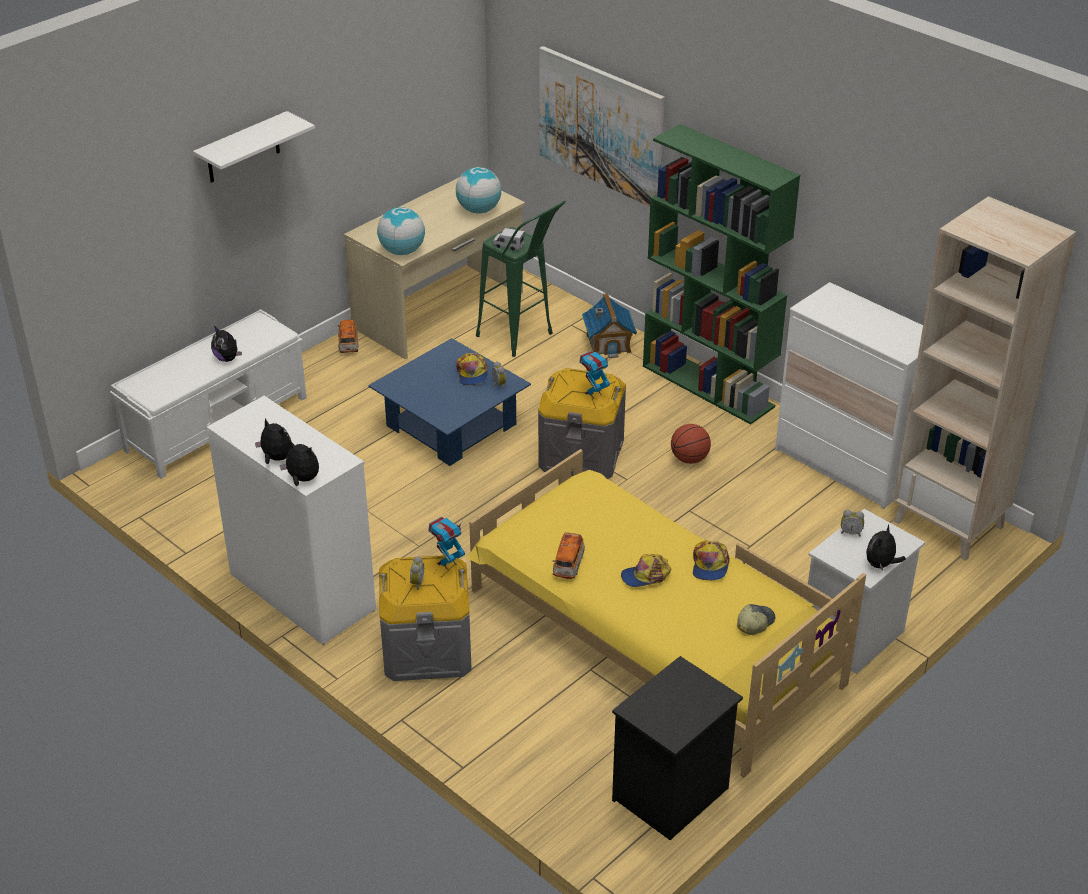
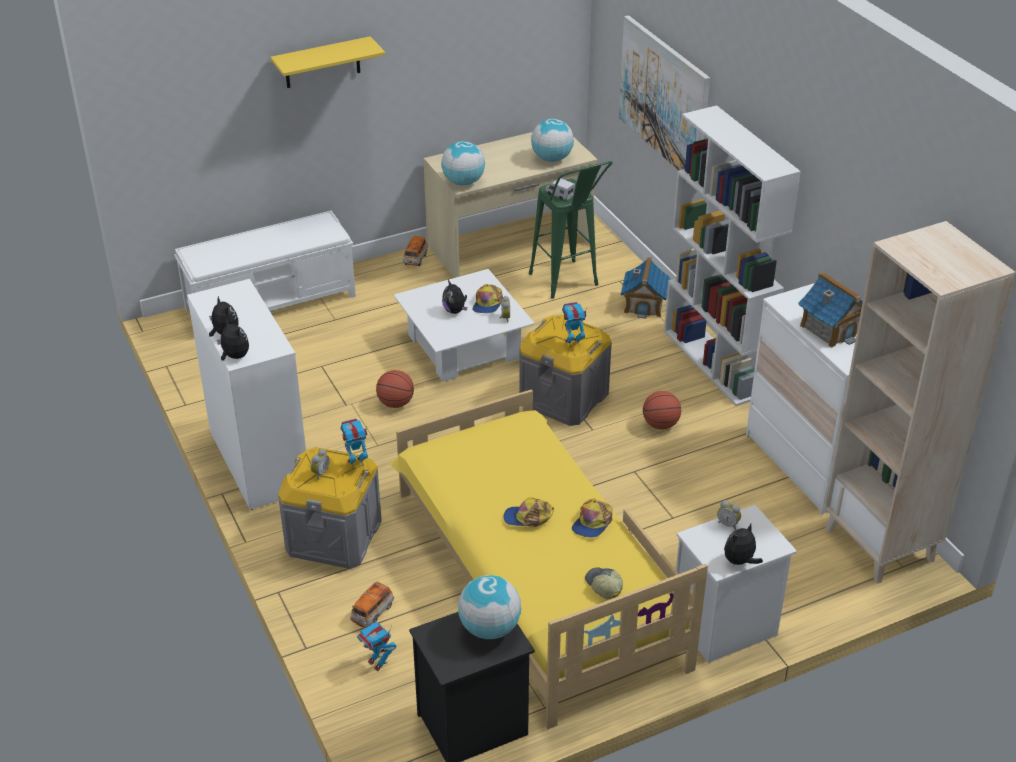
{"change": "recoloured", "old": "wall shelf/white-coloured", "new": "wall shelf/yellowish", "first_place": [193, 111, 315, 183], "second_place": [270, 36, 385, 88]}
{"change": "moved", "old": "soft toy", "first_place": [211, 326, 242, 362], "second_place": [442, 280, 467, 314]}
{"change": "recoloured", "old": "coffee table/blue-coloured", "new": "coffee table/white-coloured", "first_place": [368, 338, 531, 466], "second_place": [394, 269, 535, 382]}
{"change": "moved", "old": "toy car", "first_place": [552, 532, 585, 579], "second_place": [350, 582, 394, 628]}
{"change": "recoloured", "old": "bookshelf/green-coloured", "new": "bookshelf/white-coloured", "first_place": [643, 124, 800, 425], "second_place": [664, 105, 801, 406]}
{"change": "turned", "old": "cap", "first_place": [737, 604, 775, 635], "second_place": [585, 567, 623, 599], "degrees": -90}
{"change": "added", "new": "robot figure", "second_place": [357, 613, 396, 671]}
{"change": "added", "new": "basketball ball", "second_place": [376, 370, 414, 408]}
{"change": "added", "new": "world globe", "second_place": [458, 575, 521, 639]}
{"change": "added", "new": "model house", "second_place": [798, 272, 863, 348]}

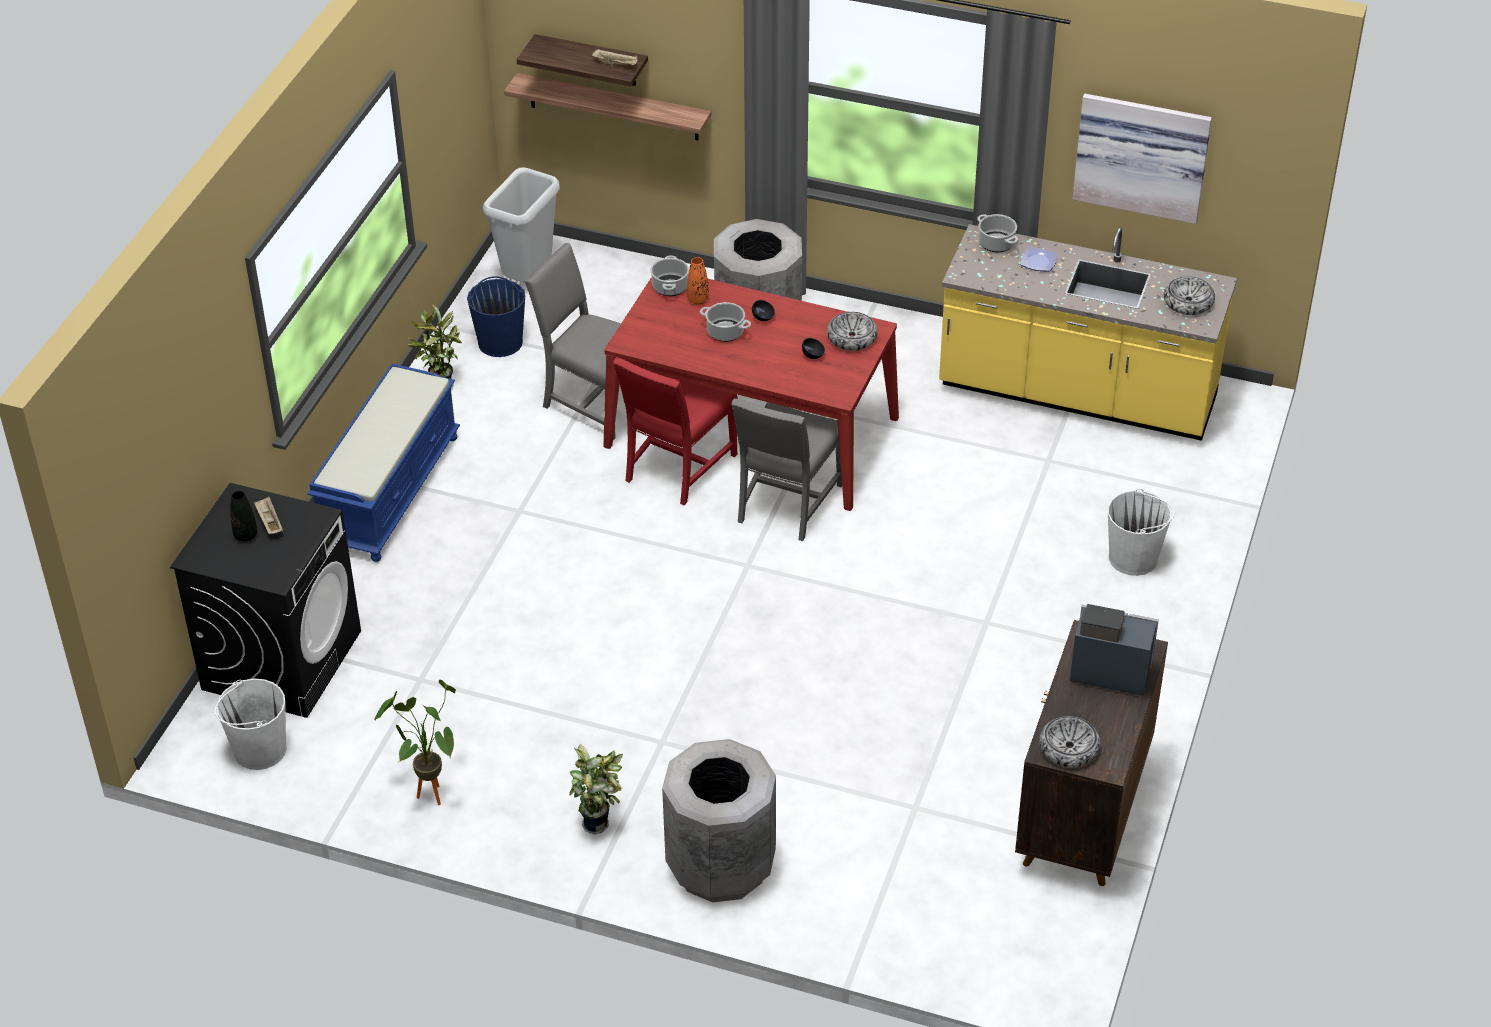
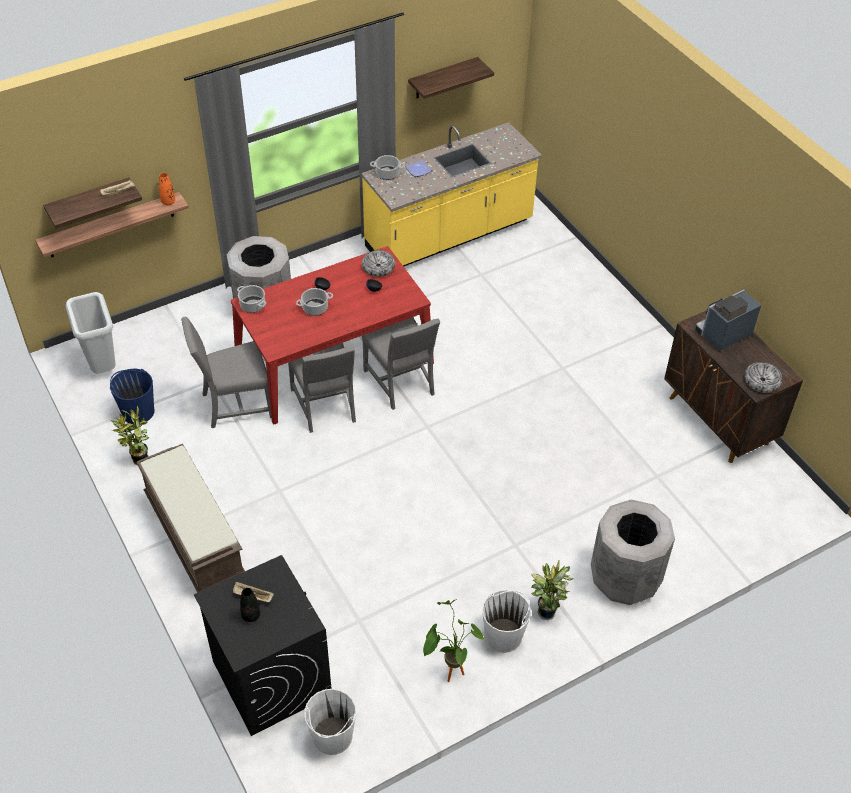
{"change": "recoloured", "old": "bench/blue-coloured", "new": "bench/brownish", "first_place": [308, 363, 460, 562], "second_place": [136, 444, 245, 593]}
{"change": "recoloured", "old": "plain chair/reddish", "new": "plain chair/greyish", "first_place": [613, 357, 737, 505], "second_place": [288, 343, 356, 433]}
{"change": "moved", "old": "vase/orange-coloured", "first_place": [687, 257, 709, 304], "second_place": [159, 173, 175, 205]}
{"change": "replaced", "old": "picture", "new": "wall shelf", "first_place": [1073, 94, 1212, 224], "second_place": [408, 57, 494, 99]}
{"change": "moved", "old": "water bucket/white-coloured", "first_place": [1108, 488, 1175, 576], "second_place": [482, 590, 531, 653]}
{"change": "removed", "old": "serving bowl", "first_place": [1164, 276, 1215, 315]}

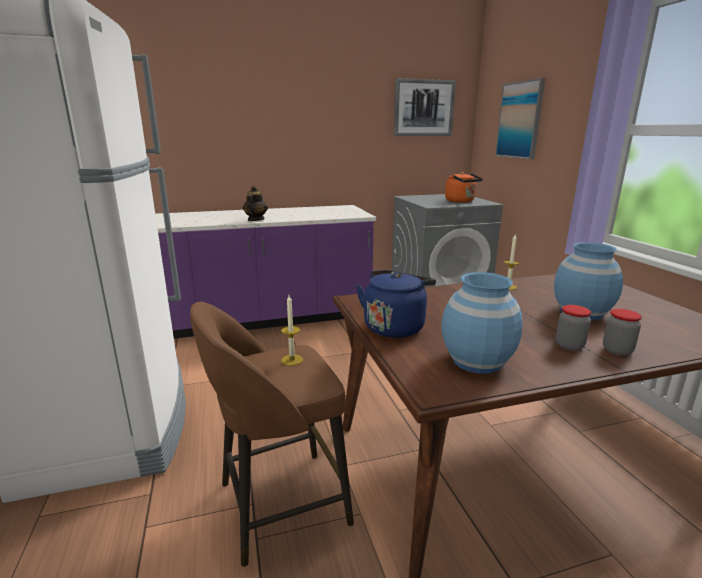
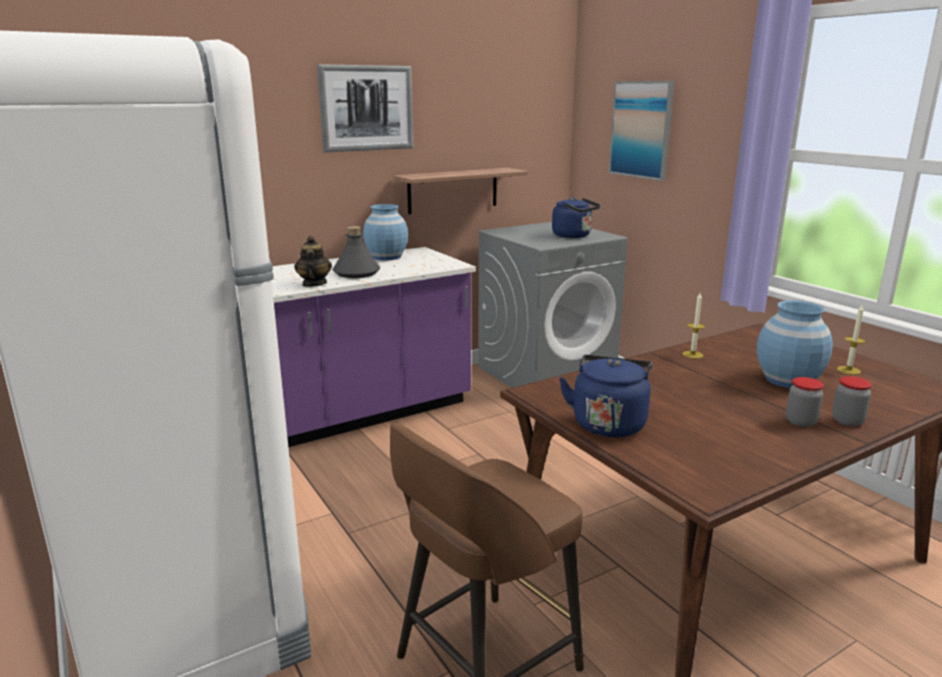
{"change": "moved", "old": "wax light", "first_place": [281, 295, 303, 366], "second_place": [837, 305, 865, 375]}
{"change": "moved", "old": "picture", "first_place": [394, 78, 456, 136], "second_place": [317, 64, 413, 152]}
{"change": "moved", "old": "vase/blue-coloured", "first_place": [441, 272, 522, 373], "second_place": [363, 204, 408, 260]}
{"change": "recoloured", "old": "tea kettle/orange-coloured", "new": "tea kettle/blue-coloured", "first_place": [445, 172, 483, 203], "second_place": [552, 197, 600, 238]}
{"change": "added", "new": "beverage bottle/greyish", "second_place": [332, 226, 380, 278]}
{"change": "added", "new": "wall shelf", "second_place": [394, 168, 528, 214]}

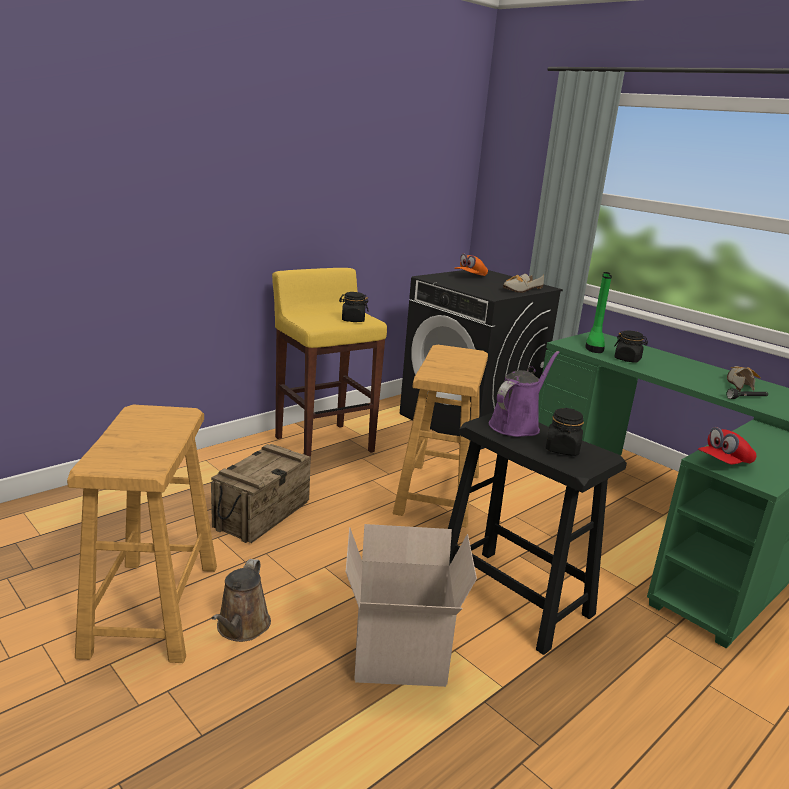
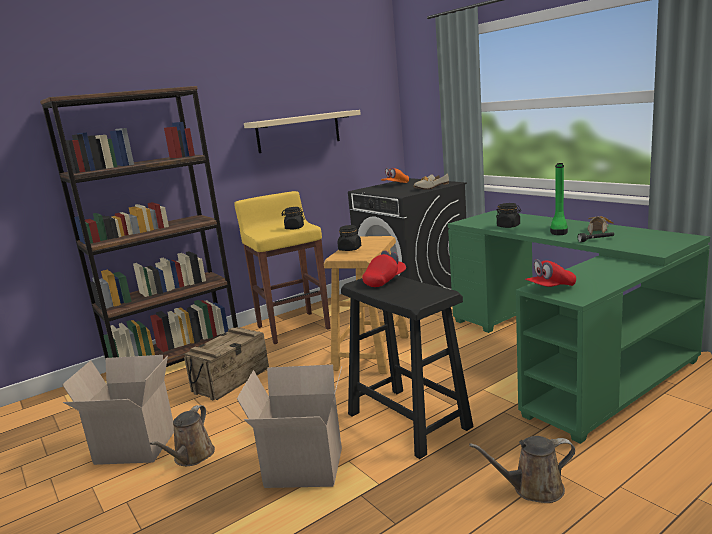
{"change": "replaced", "old": "stool/beige", "new": "packing box", "first_place": [67, 405, 217, 663], "second_place": [62, 355, 174, 465]}
{"change": "replaced", "old": "watering pot/purple", "new": "cap/reddish", "first_place": [489, 351, 560, 437], "second_place": [362, 250, 406, 287]}
{"change": "moved", "old": "preserve jar/blackish", "first_place": [546, 408, 584, 456], "second_place": [338, 225, 361, 251]}
{"change": "moved", "old": "tall boot/green-coloured", "first_place": [585, 272, 612, 353], "second_place": [550, 163, 568, 235]}
{"change": "added", "new": "bookshelf/brownish", "second_place": [40, 86, 238, 367]}
{"change": "added", "new": "wall shelf/beige", "second_place": [244, 110, 361, 153]}
{"change": "added", "new": "watering pot/brownish", "second_place": [469, 436, 575, 503]}

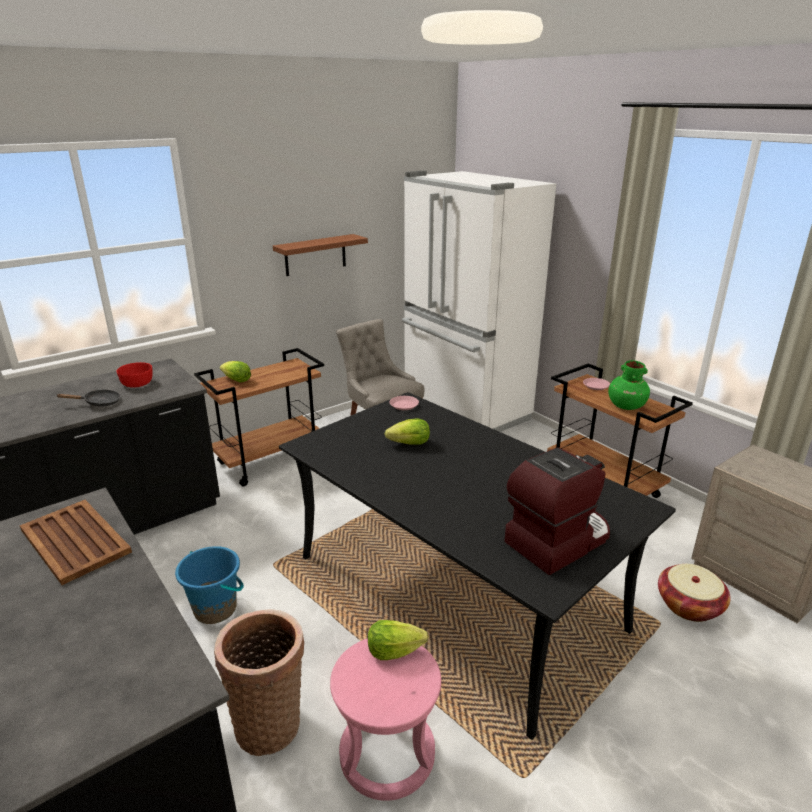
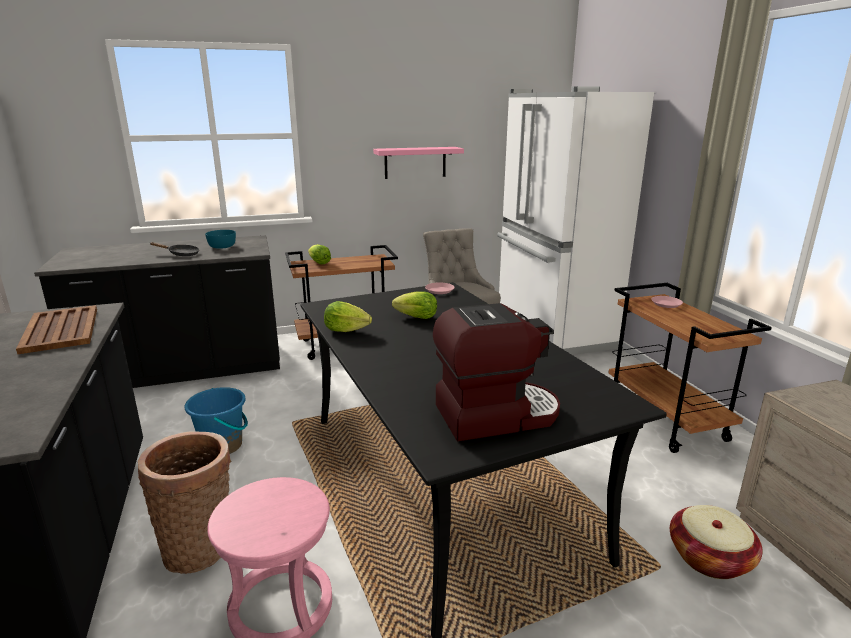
{"change": "recoloured", "old": "serving bowl/reddish", "new": "serving bowl/turquoise-coloured", "first_place": [116, 362, 152, 388], "second_place": [205, 230, 236, 249]}
{"change": "recoloured", "old": "wall shelf/brownish", "new": "wall shelf/pinkish", "first_place": [273, 234, 368, 276], "second_place": [373, 147, 464, 179]}
{"change": "moved", "old": "lettuce head", "first_place": [368, 620, 428, 660], "second_place": [324, 301, 372, 332]}
{"change": "removed", "old": "vase/green-coloured", "first_place": [608, 360, 650, 410]}

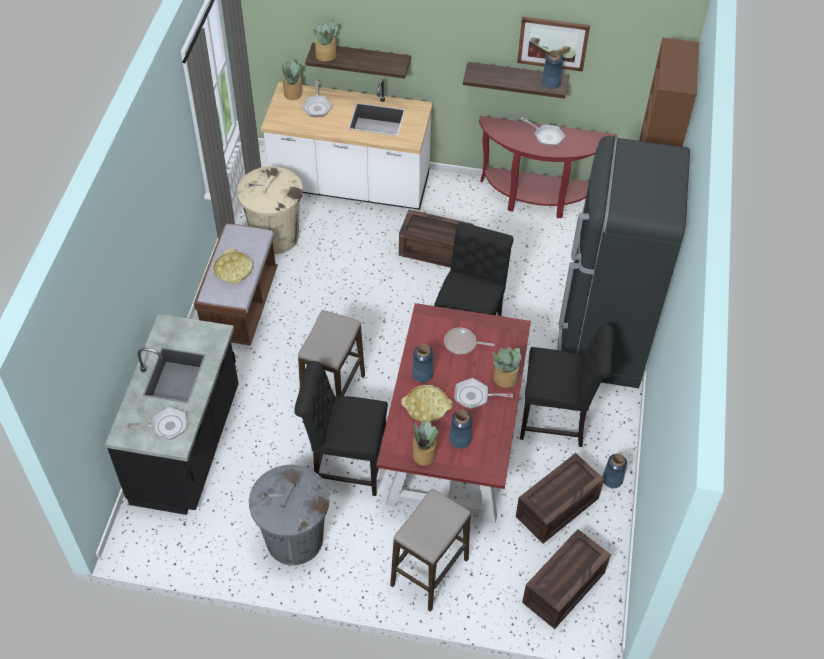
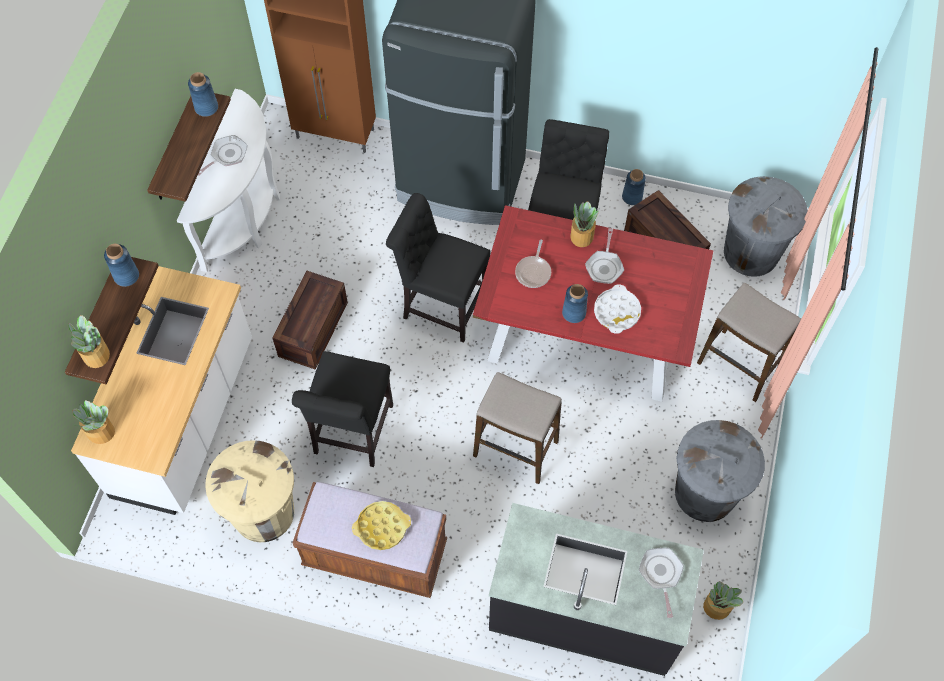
{"change": "moved", "old": "plain chair/blackish", "first_place": [294, 361, 388, 496], "second_place": [292, 351, 393, 467]}
{"change": "removed", "old": "pan", "first_place": [302, 81, 332, 117]}
{"change": "recoloured", "old": "serving tray/yellowish", "new": "serving tray/white-coloured", "first_place": [401, 385, 453, 422], "second_place": [594, 285, 641, 334]}
{"change": "moved", "old": "houseplant", "first_place": [413, 421, 439, 466], "second_place": [703, 581, 743, 620]}
{"change": "moved", "old": "vase/blue-coloured", "first_place": [449, 410, 472, 449], "second_place": [104, 244, 139, 287]}
{"change": "recoloured", "old": "narrow table/reddish", "new": "narrow table/white-coloured", "first_place": [479, 116, 616, 218], "second_place": [177, 89, 280, 272]}
{"change": "removed", "old": "picture", "first_place": [517, 16, 590, 72]}
{"change": "replaced", "old": "crate", "new": "rubbish bin/greyish", "first_place": [522, 529, 611, 629], "second_place": [724, 176, 808, 277]}

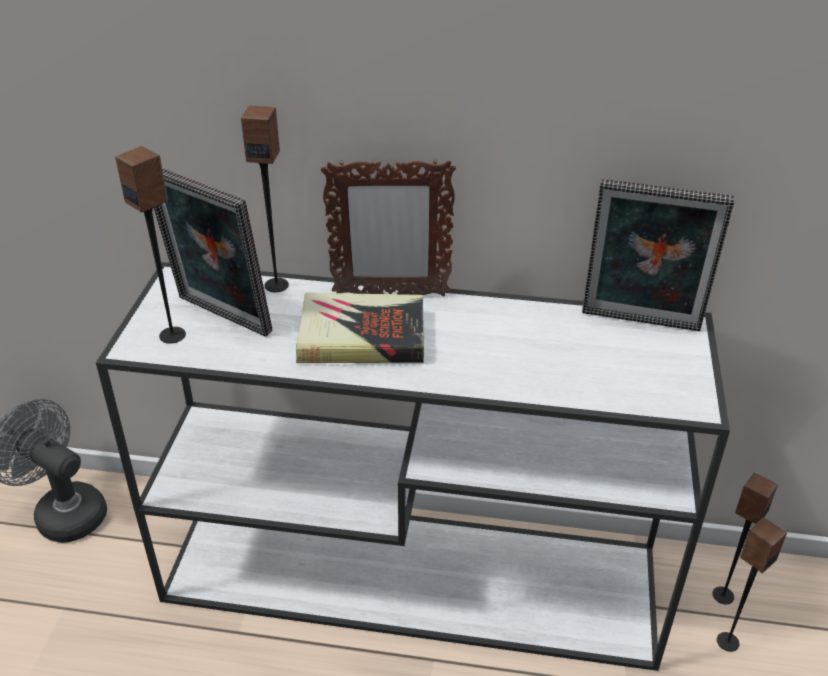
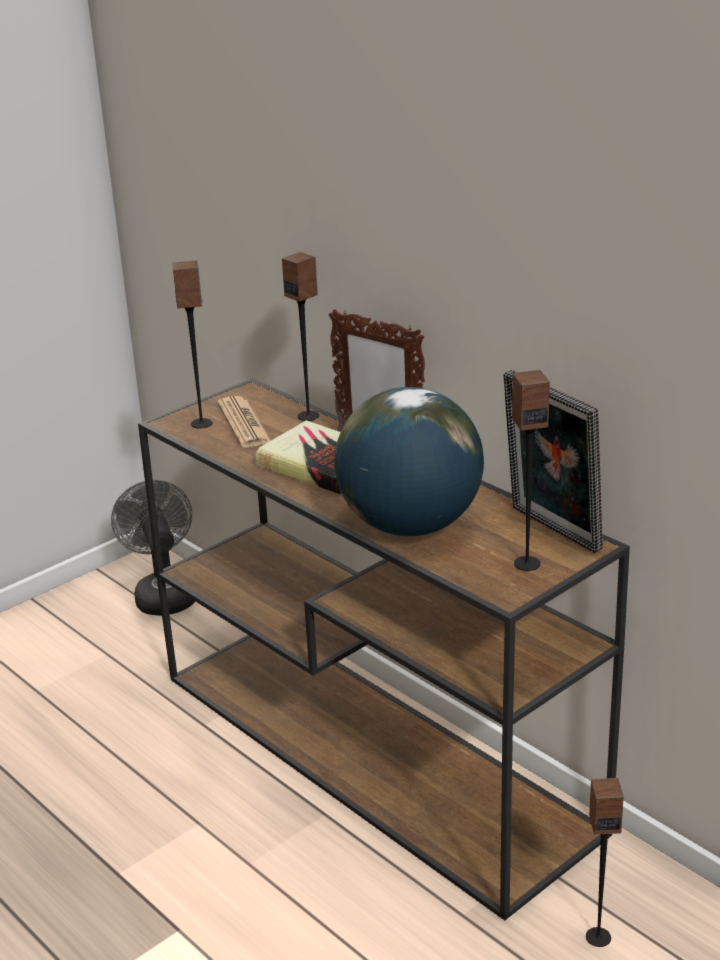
{"change": "recoloured", "old": "narrow table/white-coloured", "new": "narrow table/brownish", "first_place": [96, 262, 730, 671], "second_place": [138, 378, 630, 920]}
{"change": "replaced", "old": "picture frame", "new": "printed paper", "first_place": [154, 169, 273, 337], "second_place": [217, 396, 271, 447]}
{"change": "moved", "old": "audio speaker", "first_place": [713, 472, 778, 604], "second_place": [512, 370, 550, 571]}
{"change": "added", "new": "world globe", "second_place": [334, 387, 484, 536]}

